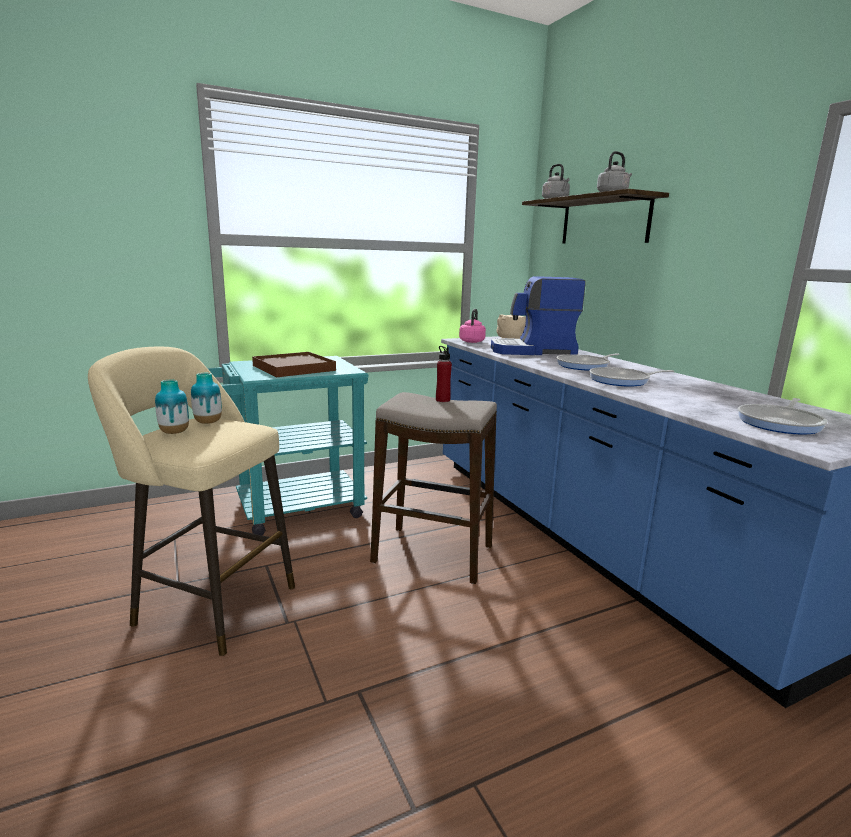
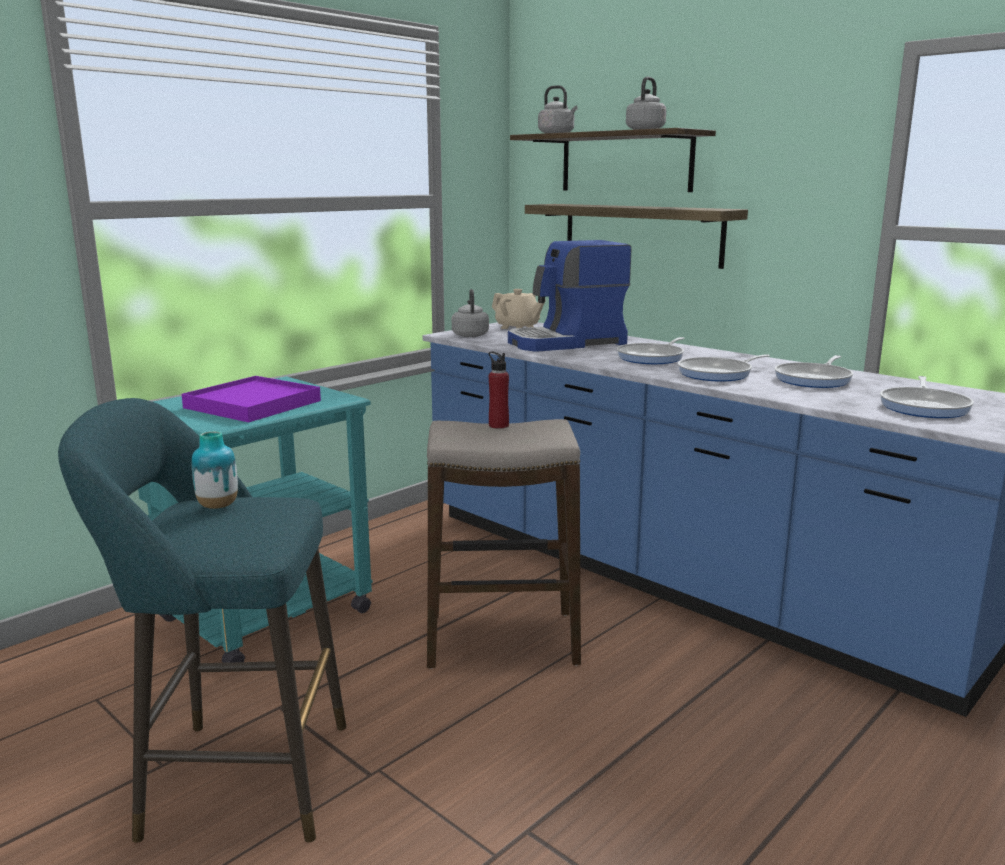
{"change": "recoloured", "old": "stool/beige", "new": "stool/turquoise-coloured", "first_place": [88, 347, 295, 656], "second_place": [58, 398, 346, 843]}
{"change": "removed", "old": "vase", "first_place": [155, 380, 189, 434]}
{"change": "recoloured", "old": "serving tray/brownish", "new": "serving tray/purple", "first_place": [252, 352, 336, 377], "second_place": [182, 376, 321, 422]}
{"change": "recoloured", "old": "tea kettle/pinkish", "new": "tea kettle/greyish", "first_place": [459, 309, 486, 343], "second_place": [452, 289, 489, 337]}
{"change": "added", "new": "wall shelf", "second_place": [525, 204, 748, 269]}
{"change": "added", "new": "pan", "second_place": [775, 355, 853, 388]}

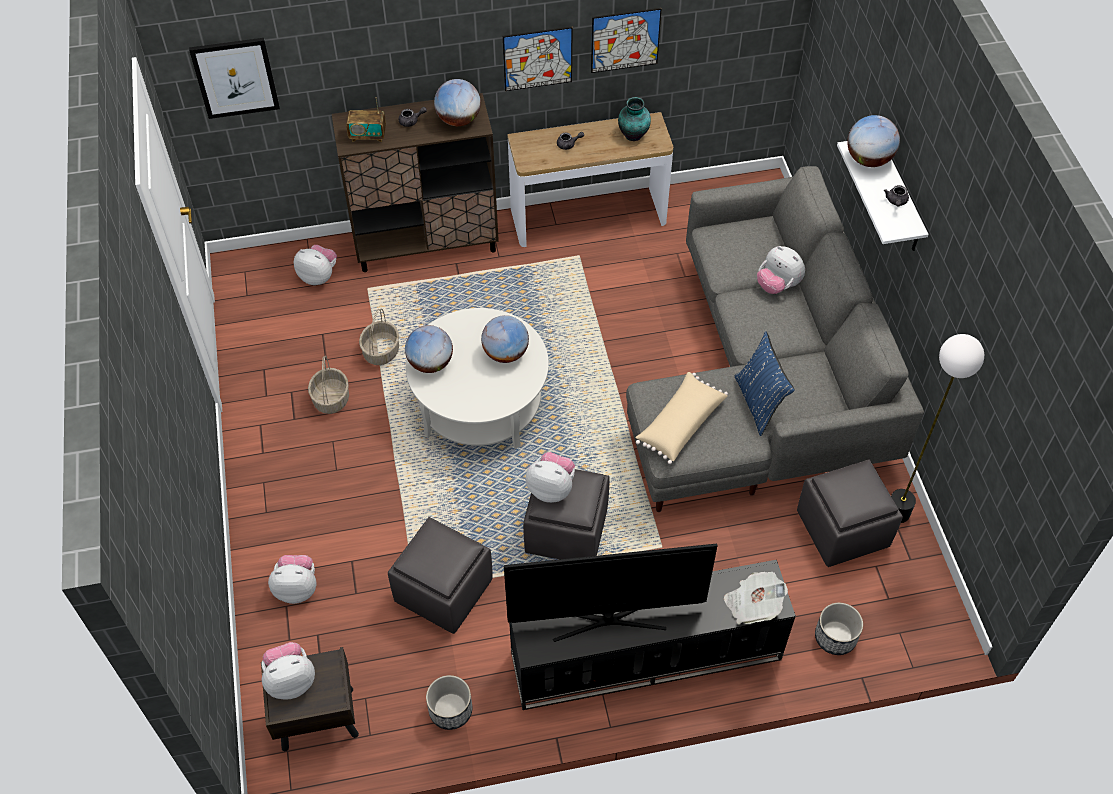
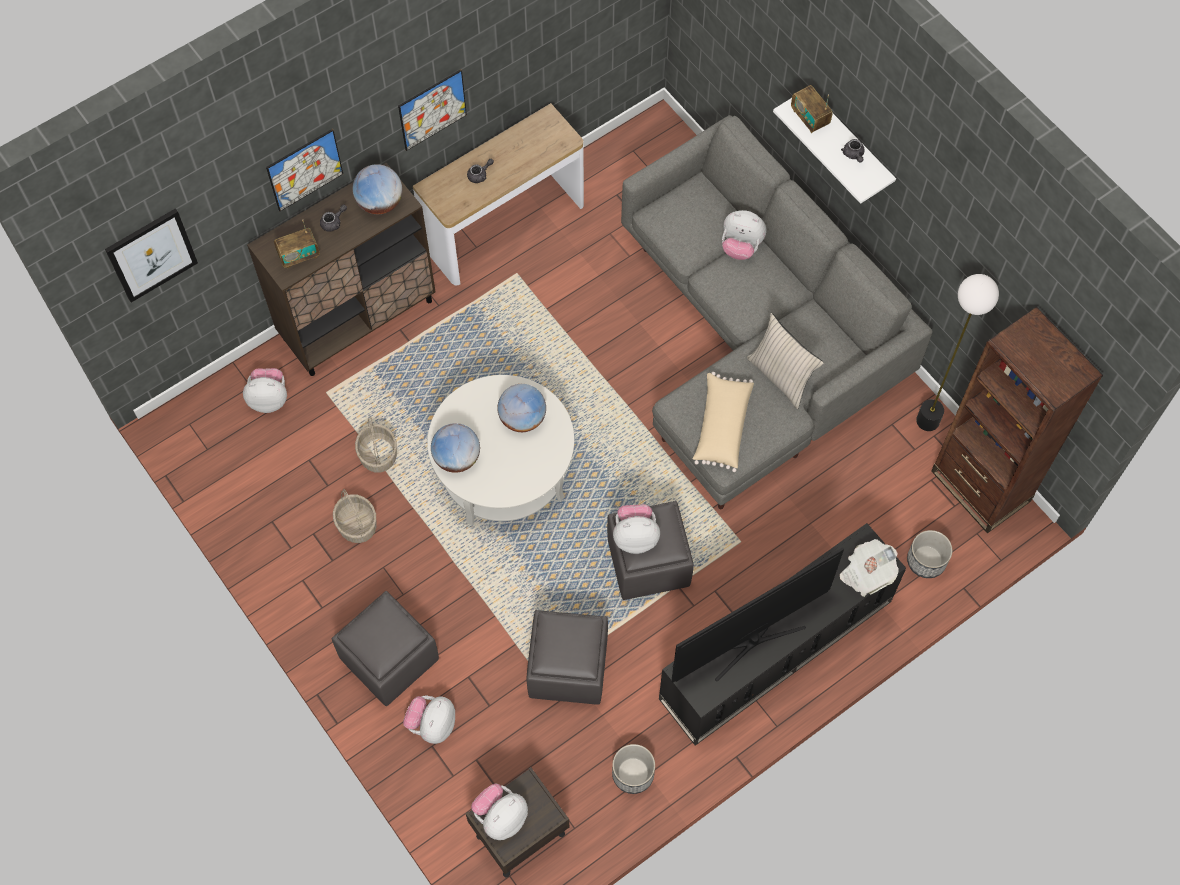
{"change": "turned", "old": "soft toy", "first_place": [268, 555, 316, 604], "second_place": [403, 695, 455, 744], "degrees": -45}
{"change": "moved", "old": "picture", "first_place": [591, 8, 661, 73], "second_place": [266, 129, 343, 211]}
{"change": "removed", "old": "vase", "first_place": [618, 97, 651, 141]}
{"change": "recoloured", "old": "cushion/blue-coloured", "new": "cushion/beige", "first_place": [734, 331, 795, 436], "second_place": [747, 313, 824, 409]}
{"change": "moved", "old": "footrest/greyish", "first_place": [797, 459, 903, 567], "second_place": [331, 591, 439, 706]}
{"change": "replaced", "old": "world globe", "new": "radio set", "first_place": [847, 115, 900, 167], "second_place": [791, 85, 832, 133]}
{"change": "added", "new": "bookshelf/brownish", "second_place": [931, 307, 1103, 533]}

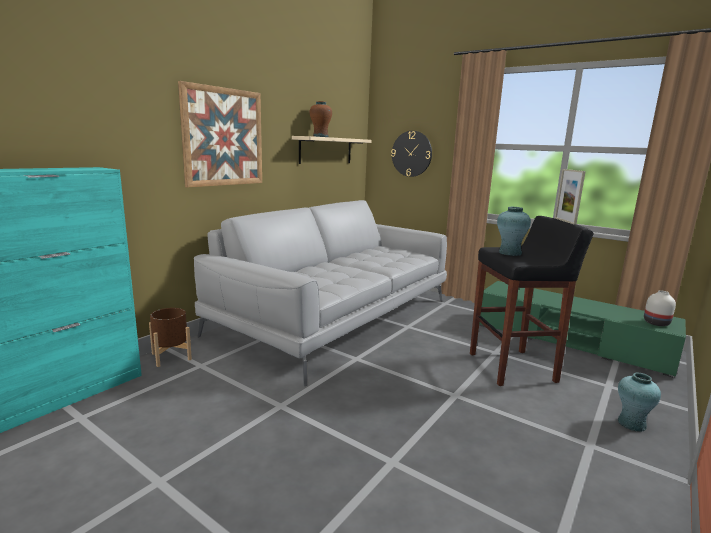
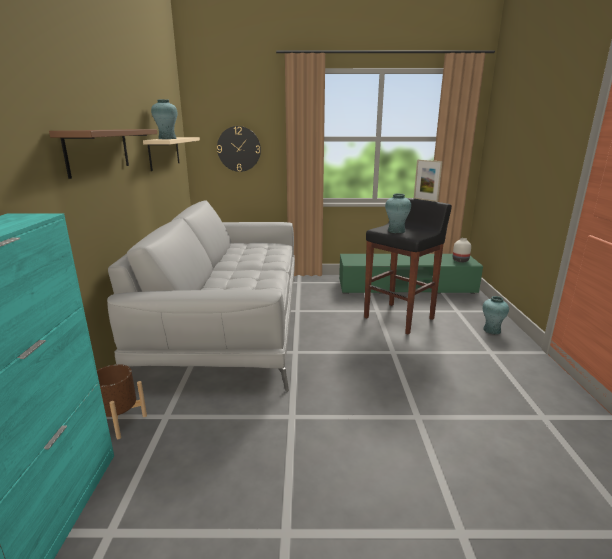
{"change": "replaced", "old": "picture", "new": "wall shelf/brownish", "first_place": [178, 81, 262, 187], "second_place": [49, 129, 157, 179]}
{"change": "recoloured", "old": "vase/brownish", "new": "vase/turquoise-coloured", "first_place": [310, 101, 332, 137], "second_place": [151, 99, 177, 139]}

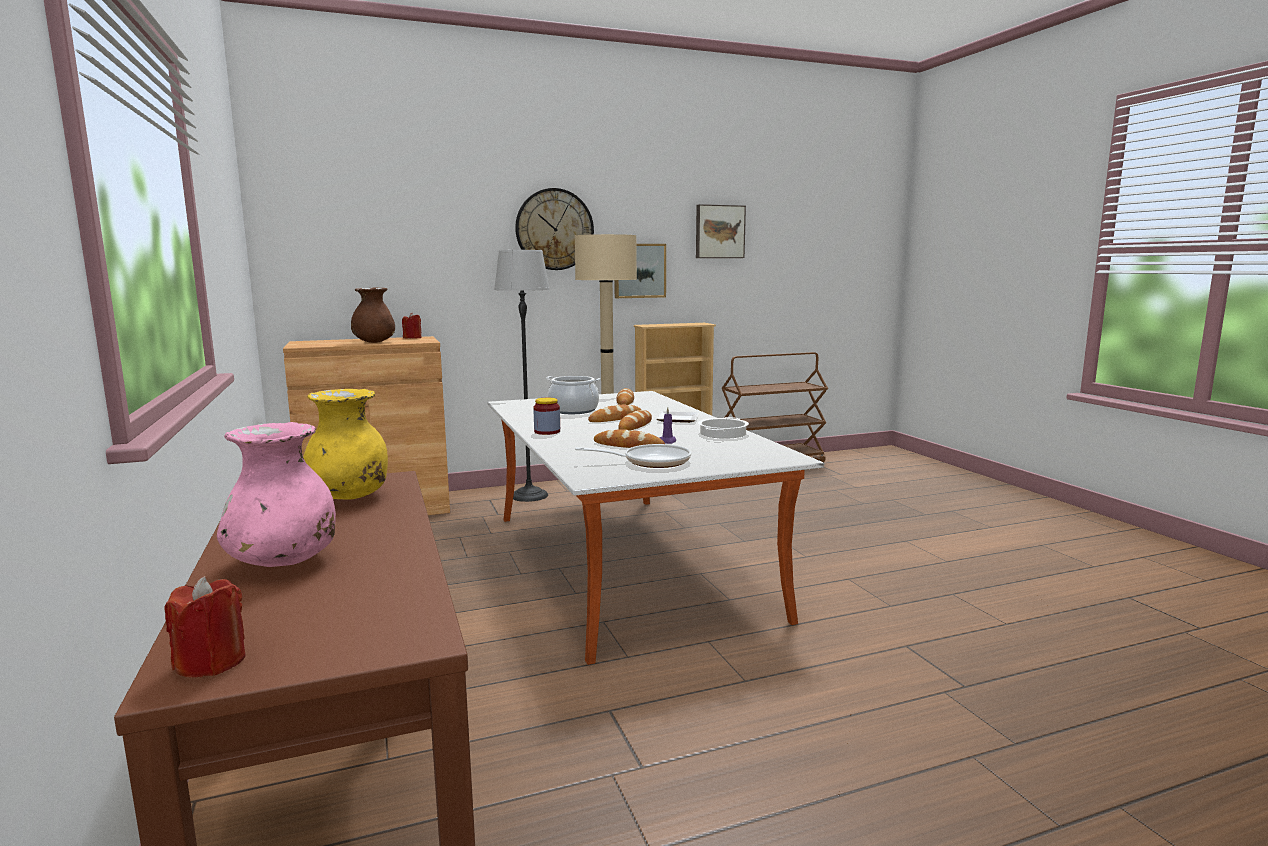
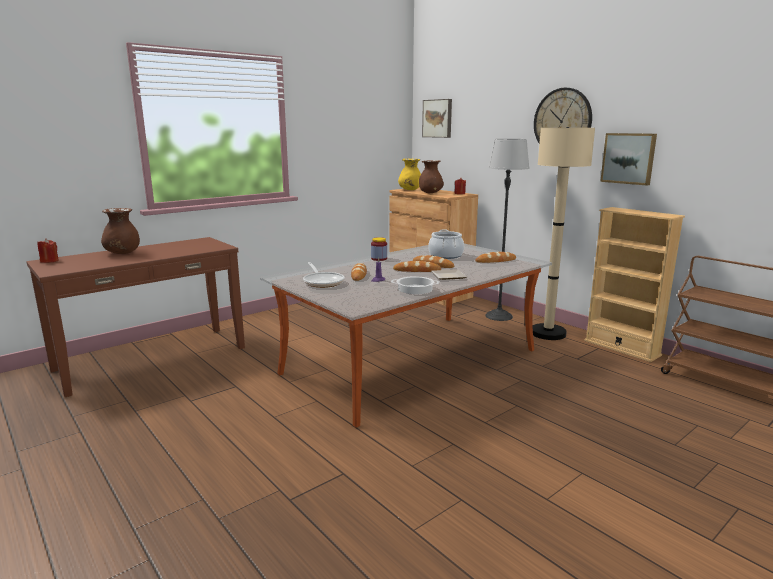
{"change": "recoloured", "old": "vase/pinkish", "new": "vase/brownish", "first_place": [217, 422, 336, 567], "second_place": [101, 208, 140, 254]}
{"change": "moved", "old": "vase/yellowish", "first_place": [303, 389, 388, 500], "second_place": [398, 158, 421, 190]}
{"change": "moved", "old": "picture", "first_place": [696, 204, 746, 258], "second_place": [422, 99, 452, 138]}

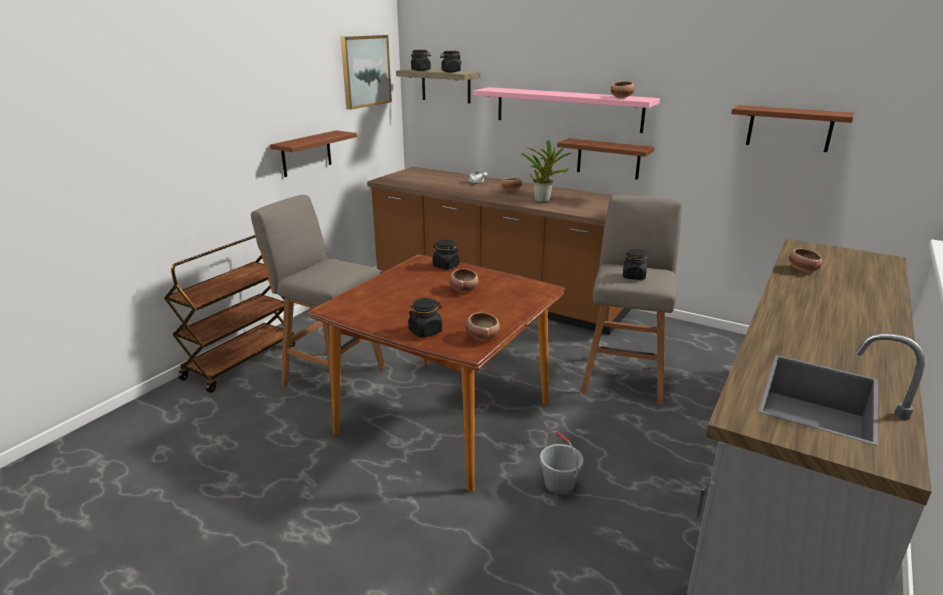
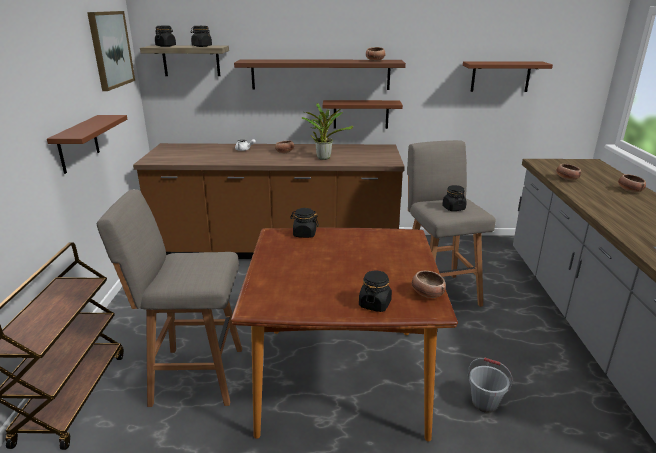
{"change": "moved", "old": "serving bowl", "first_place": [449, 269, 479, 292], "second_place": [618, 174, 646, 192]}
{"change": "recoloured", "old": "wall shelf/pinkish", "new": "wall shelf/brownish", "first_place": [473, 87, 660, 133], "second_place": [234, 59, 406, 90]}

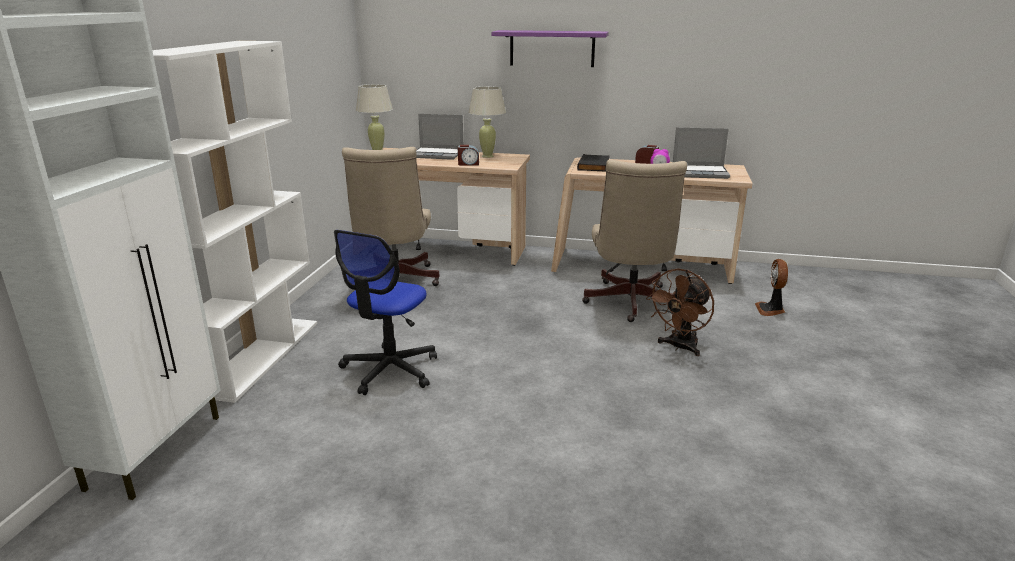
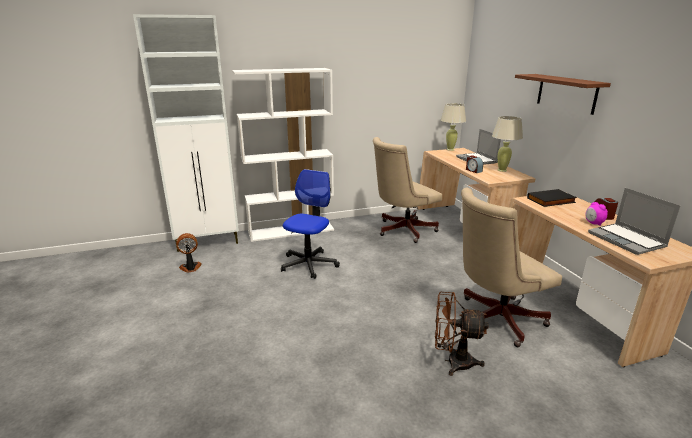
{"change": "turned", "old": "desk chair", "first_place": [334, 230, 437, 395], "second_place": [281, 169, 340, 279], "degrees": 120}
{"change": "recoloured", "old": "wall shelf/purple", "new": "wall shelf/brownish", "first_place": [491, 30, 609, 67], "second_place": [515, 74, 611, 115]}
{"change": "moved", "old": "electric fan", "first_place": [755, 259, 788, 316], "second_place": [176, 233, 202, 273]}

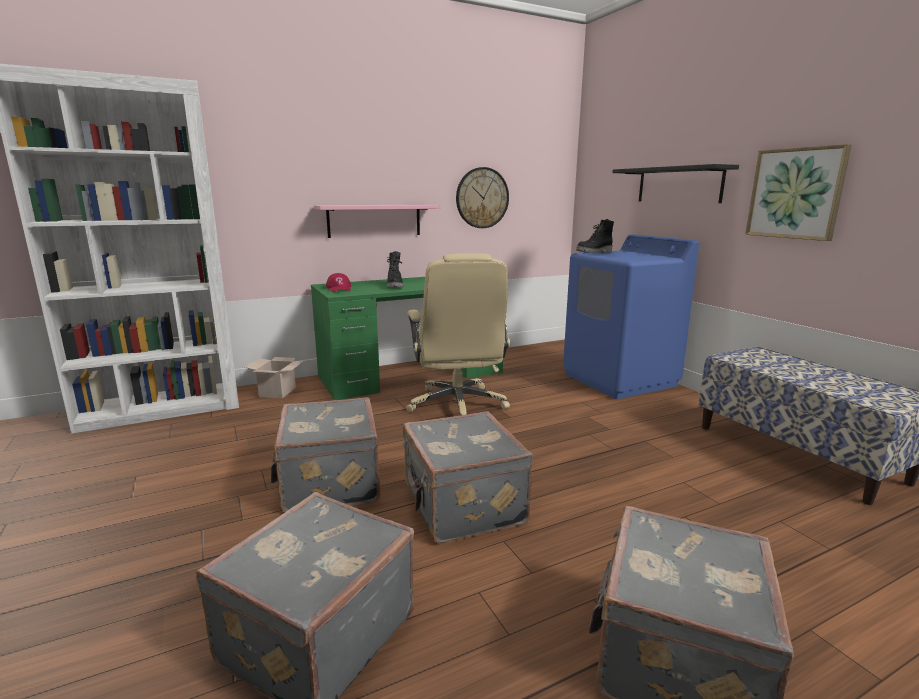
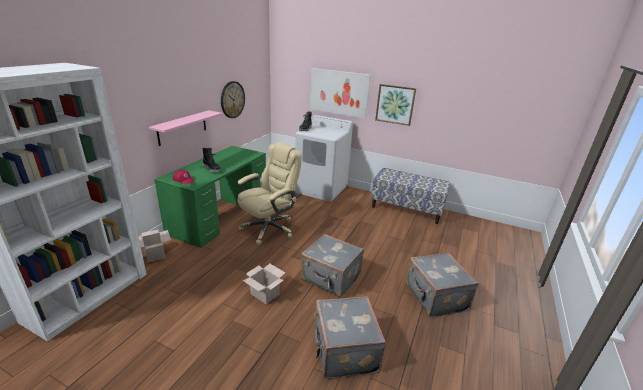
{"change": "replaced", "old": "travel case/greyish", "new": "packing box", "first_place": [271, 398, 381, 512], "second_place": [243, 264, 285, 304]}
{"change": "turned", "old": "desk chair/beige", "first_place": [406, 253, 510, 416], "second_place": [238, 142, 301, 245], "degrees": -90}
{"change": "recoloured", "old": "washing machine/blue-coloured", "new": "washing machine/white-coloured", "first_place": [563, 234, 699, 399], "second_place": [295, 115, 353, 202]}
{"change": "replaced", "old": "wall shelf/blackish", "new": "picture", "first_place": [612, 164, 739, 203], "second_place": [310, 68, 371, 118]}

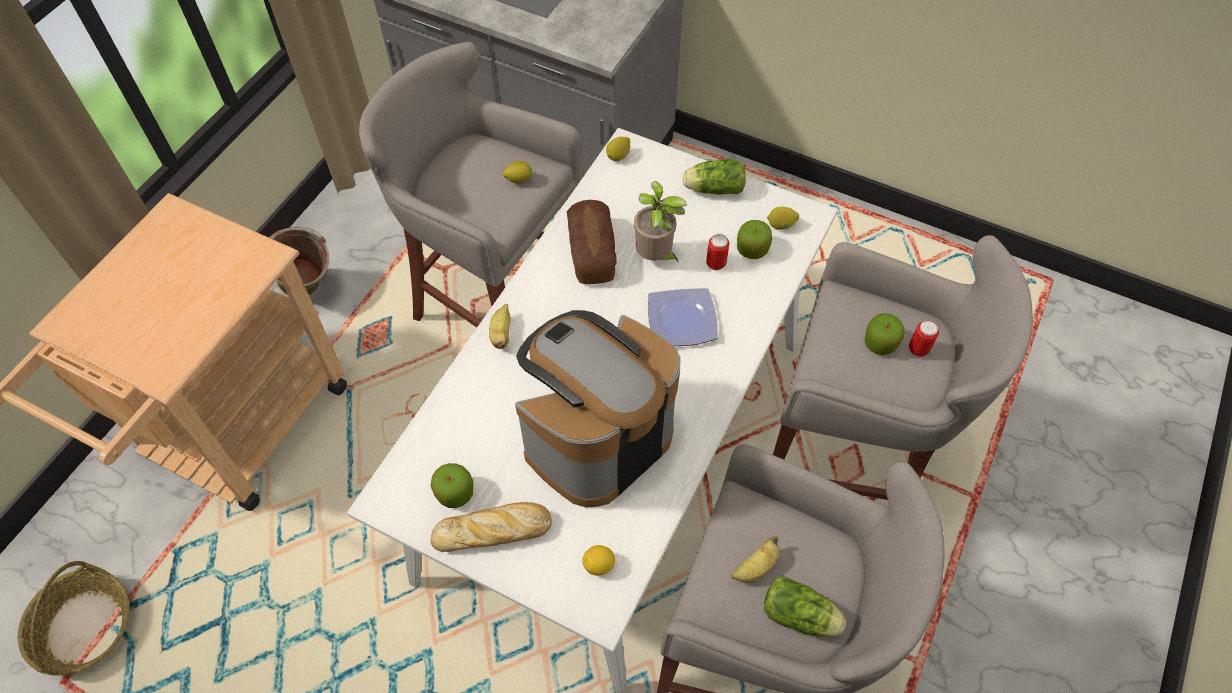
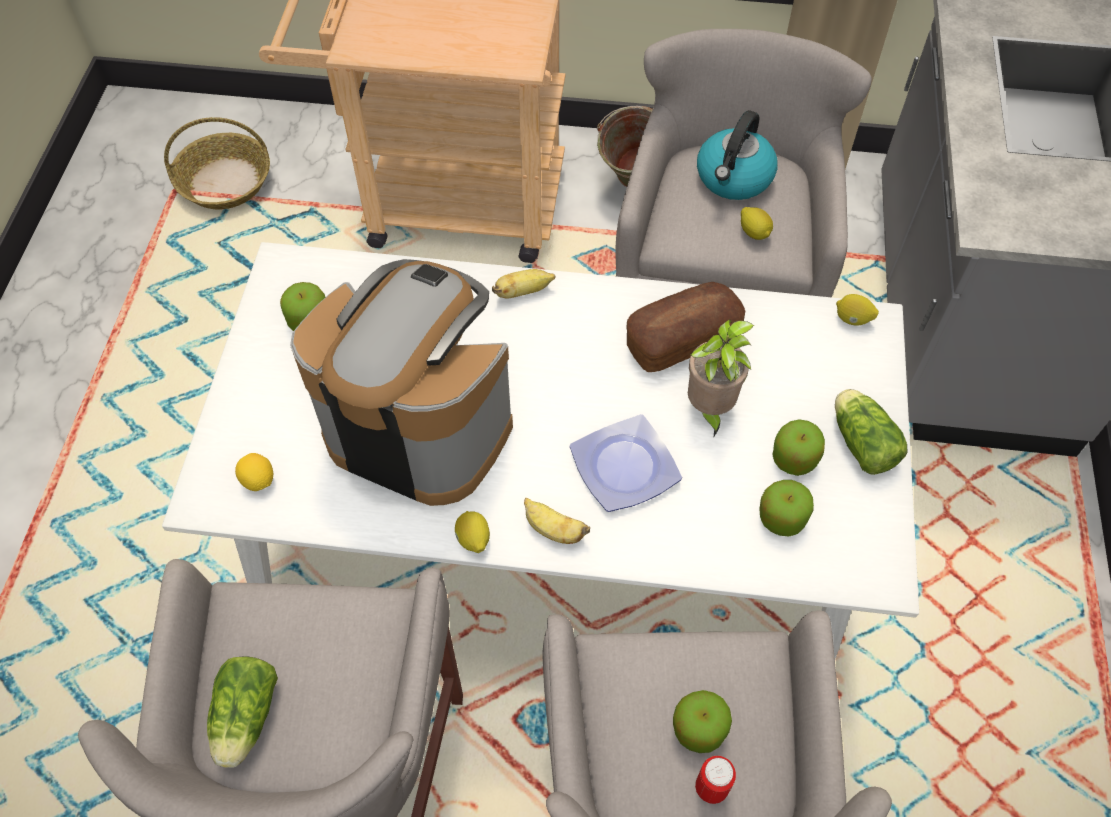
{"change": "removed", "old": "bread", "first_place": [430, 502, 552, 552]}
{"change": "removed", "old": "metal can", "first_place": [706, 234, 730, 271]}
{"change": "moved", "old": "banana", "first_place": [731, 536, 780, 583], "second_place": [524, 498, 590, 544]}
{"change": "moved", "old": "lemon", "first_place": [767, 207, 799, 230], "second_place": [455, 511, 490, 553]}
{"change": "added", "new": "tea kettle", "second_place": [697, 110, 778, 200]}
{"change": "added", "new": "whole apple", "second_place": [772, 419, 825, 476]}

